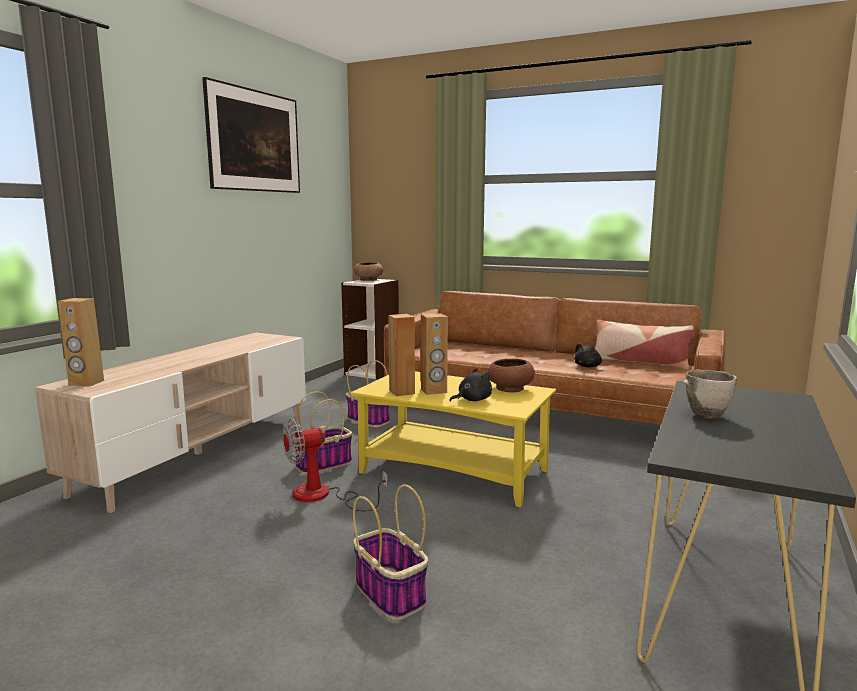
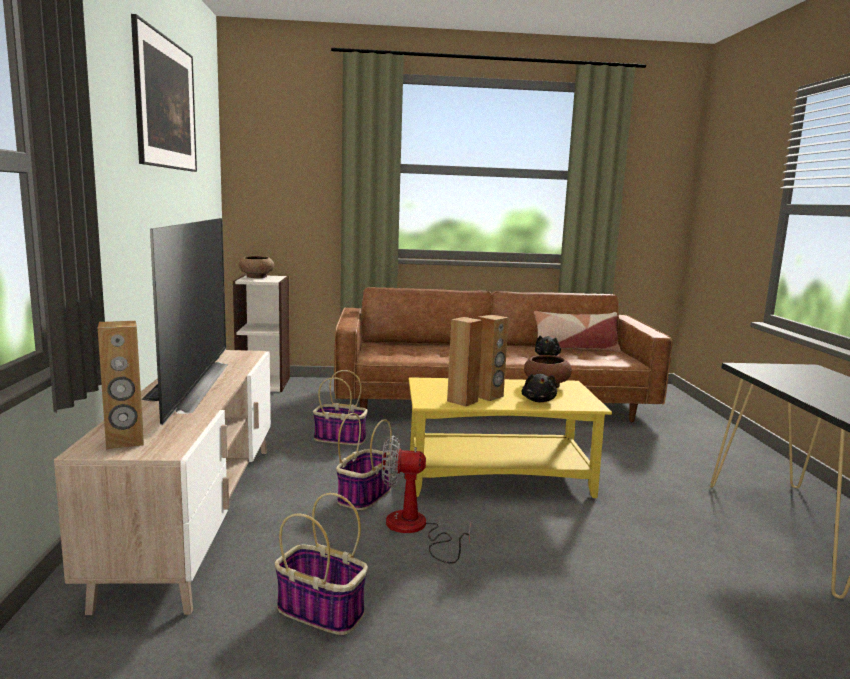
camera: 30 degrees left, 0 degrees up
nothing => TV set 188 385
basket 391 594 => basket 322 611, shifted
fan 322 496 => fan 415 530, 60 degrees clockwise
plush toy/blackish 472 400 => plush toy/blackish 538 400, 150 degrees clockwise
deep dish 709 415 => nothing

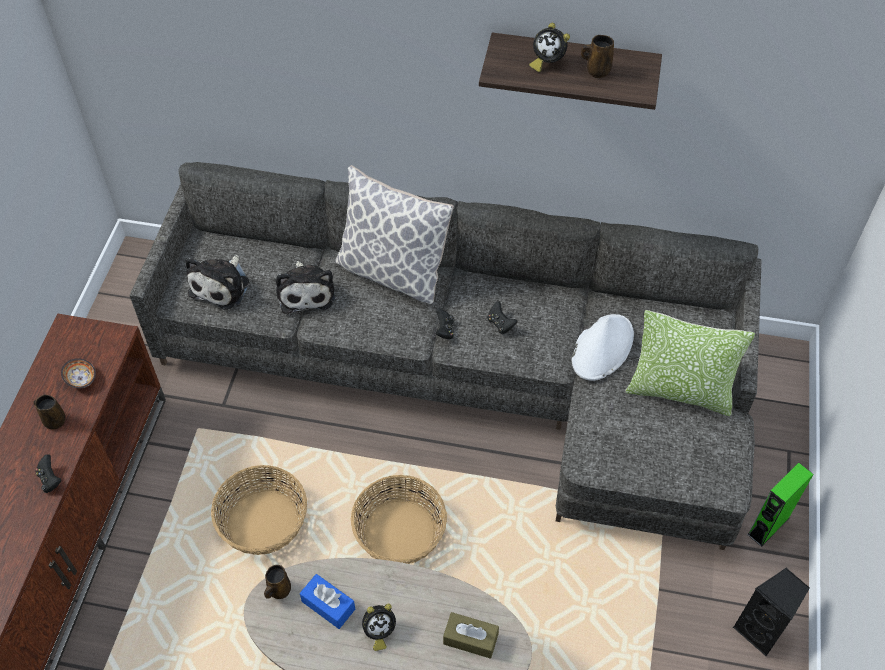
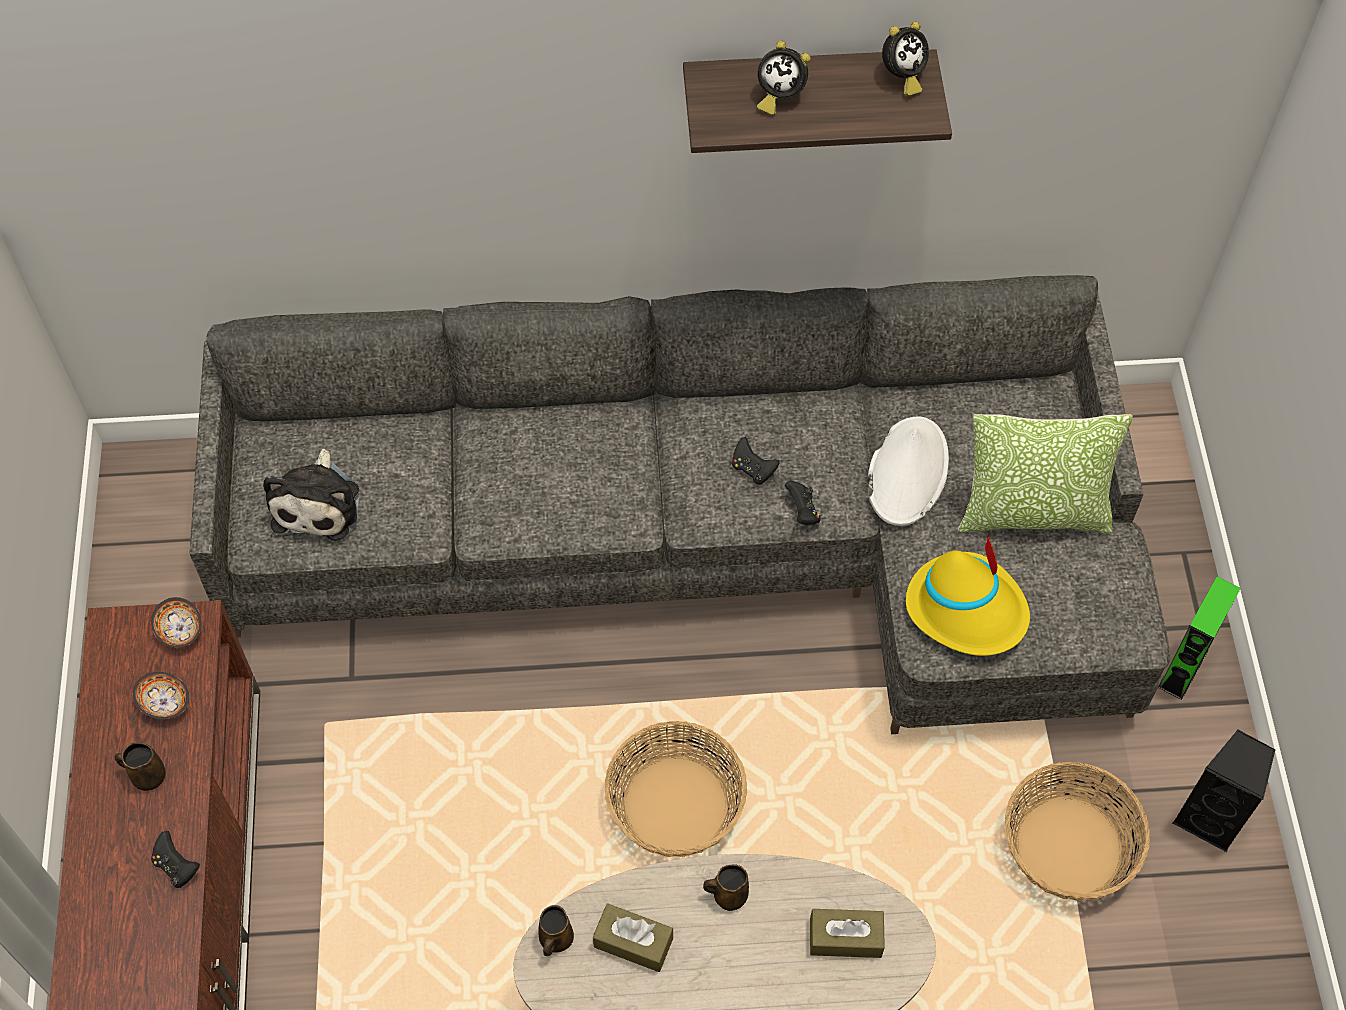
camera: 15 degrees left, 5 degrees up
nothing => deep dish 180 630
tissue holder/bluish 328 605 => tissue holder/brownish 633 942
tea mug/brownish 596 70 => tea mug/brownish 728 895, shifted
joypad/blackish 444 330 => joypad/blackish 803 511, shifted
bedside clock 378 632 => bedside clock 902 77, shifted
nothing => hat/yellow-coloured 967 609
basket 263 521 => basket 1067 846, shifted
plush toy 306 291 => nothing
pillow 392 271 => nothing

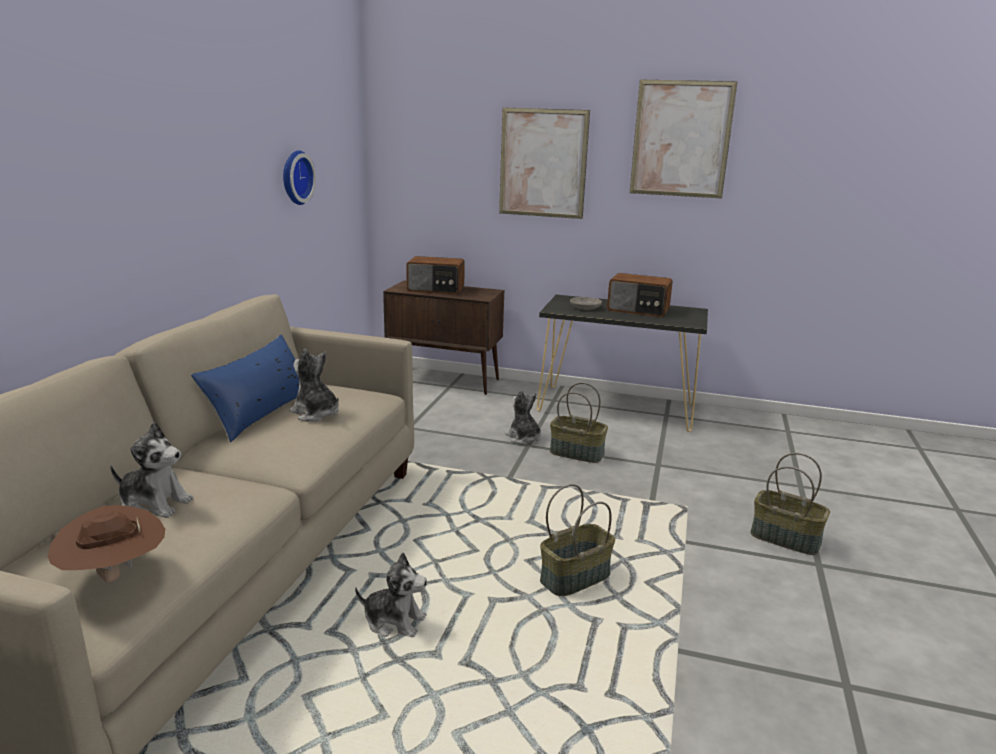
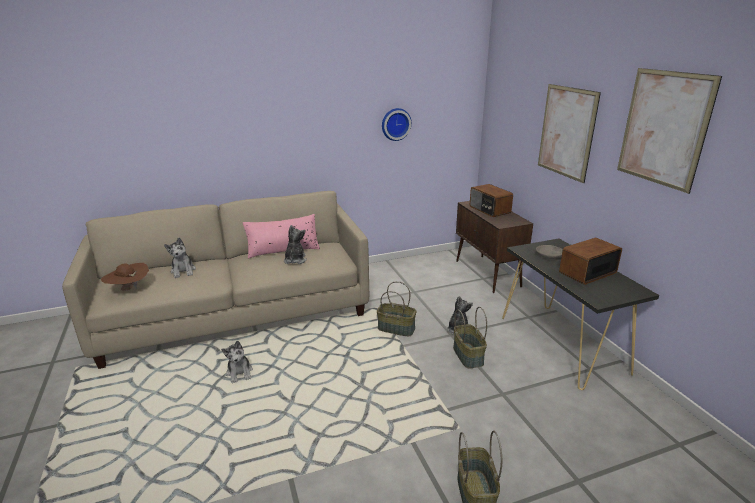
camera: 55 degrees right, 5 degrees up
pillow/bluish 260 412 => pillow/pink 283 250
basket 575 577 => basket 396 328, shifted
radio set 638 310 => radio set 586 272, 75 degrees clockwise

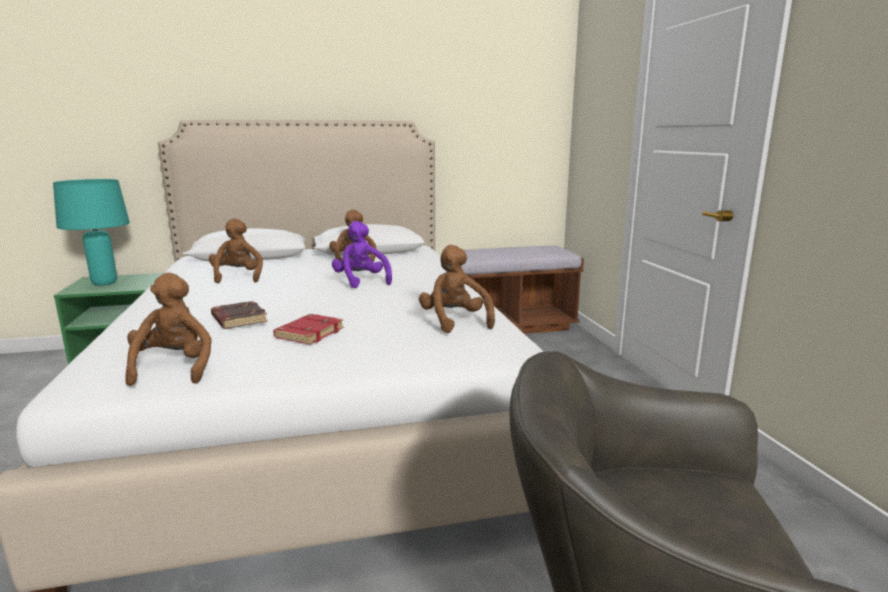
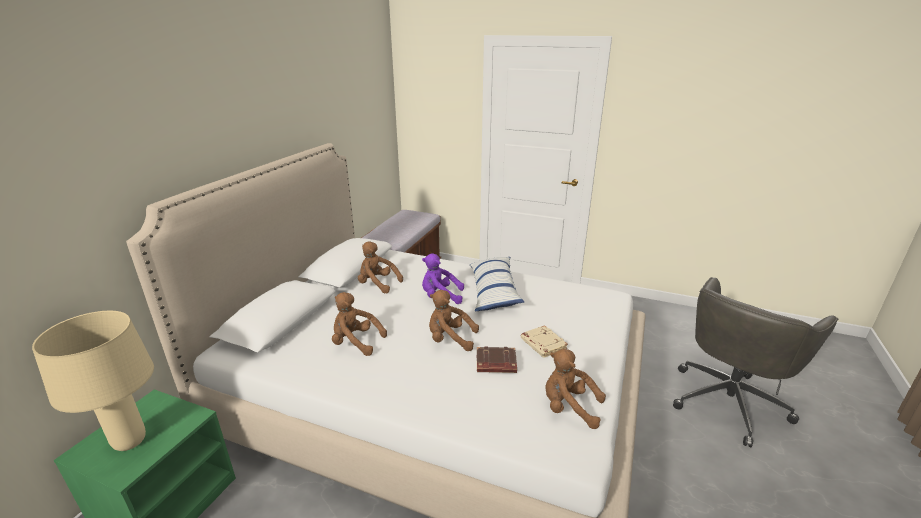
camera: 55 degrees left, 10 degrees up
lamp for a table/turquoise 104 283 => lamp for a table/beige-coloured 129 442
plush toy/brownish 454 322 => plush toy/brownish 450 339, shifted
nothing => pillow 493 291
bound book/reddish 309 333 => bound book/beige-coloured 542 344

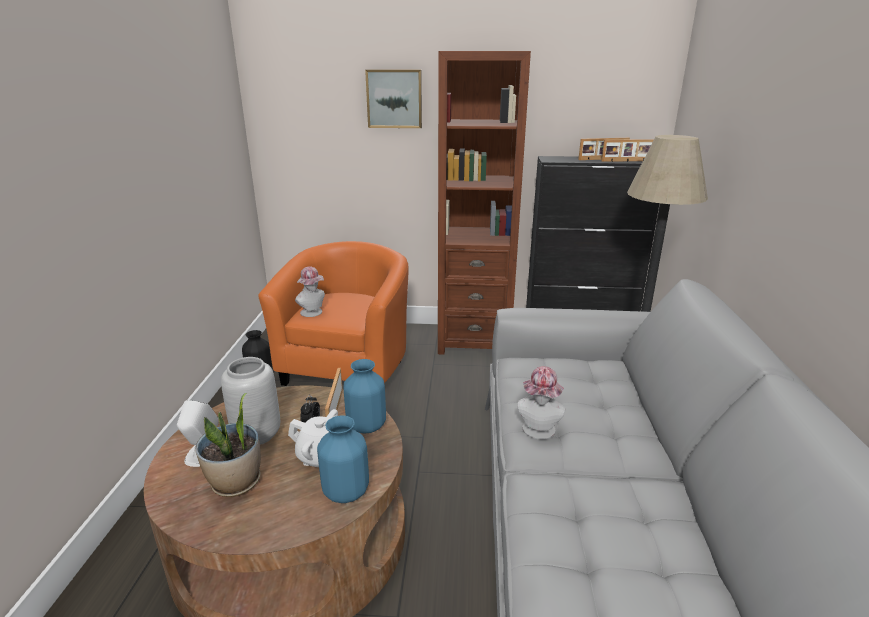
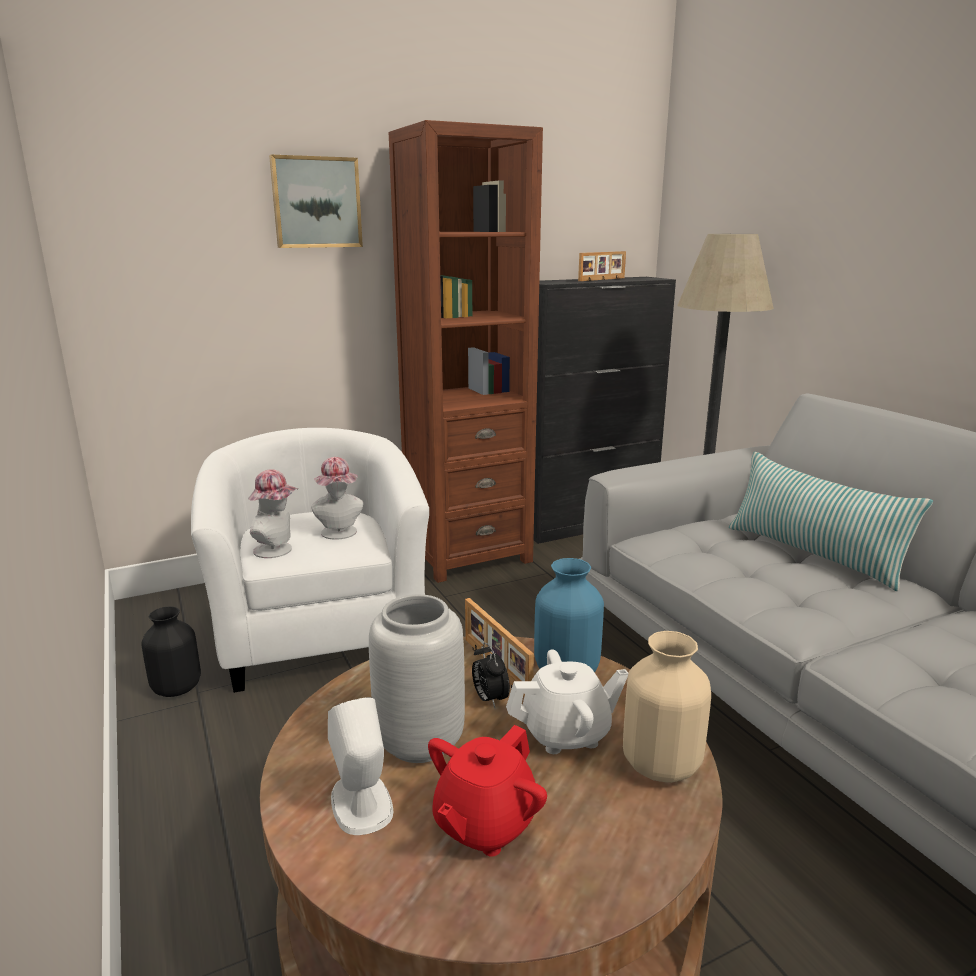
camera: 30 degrees left, 5 degrees down
armchair/orangey 348 366 => armchair/white-coloured 321 632
hat 538 432 => hat 340 534, shifted
potted plant 236 483 => teapot/reddish 484 824
decorative vase/bluish 345 491 => decorative vase/beige-coloured 659 764
nothing => pillow 813 554
standing frame 627 161 => nothing

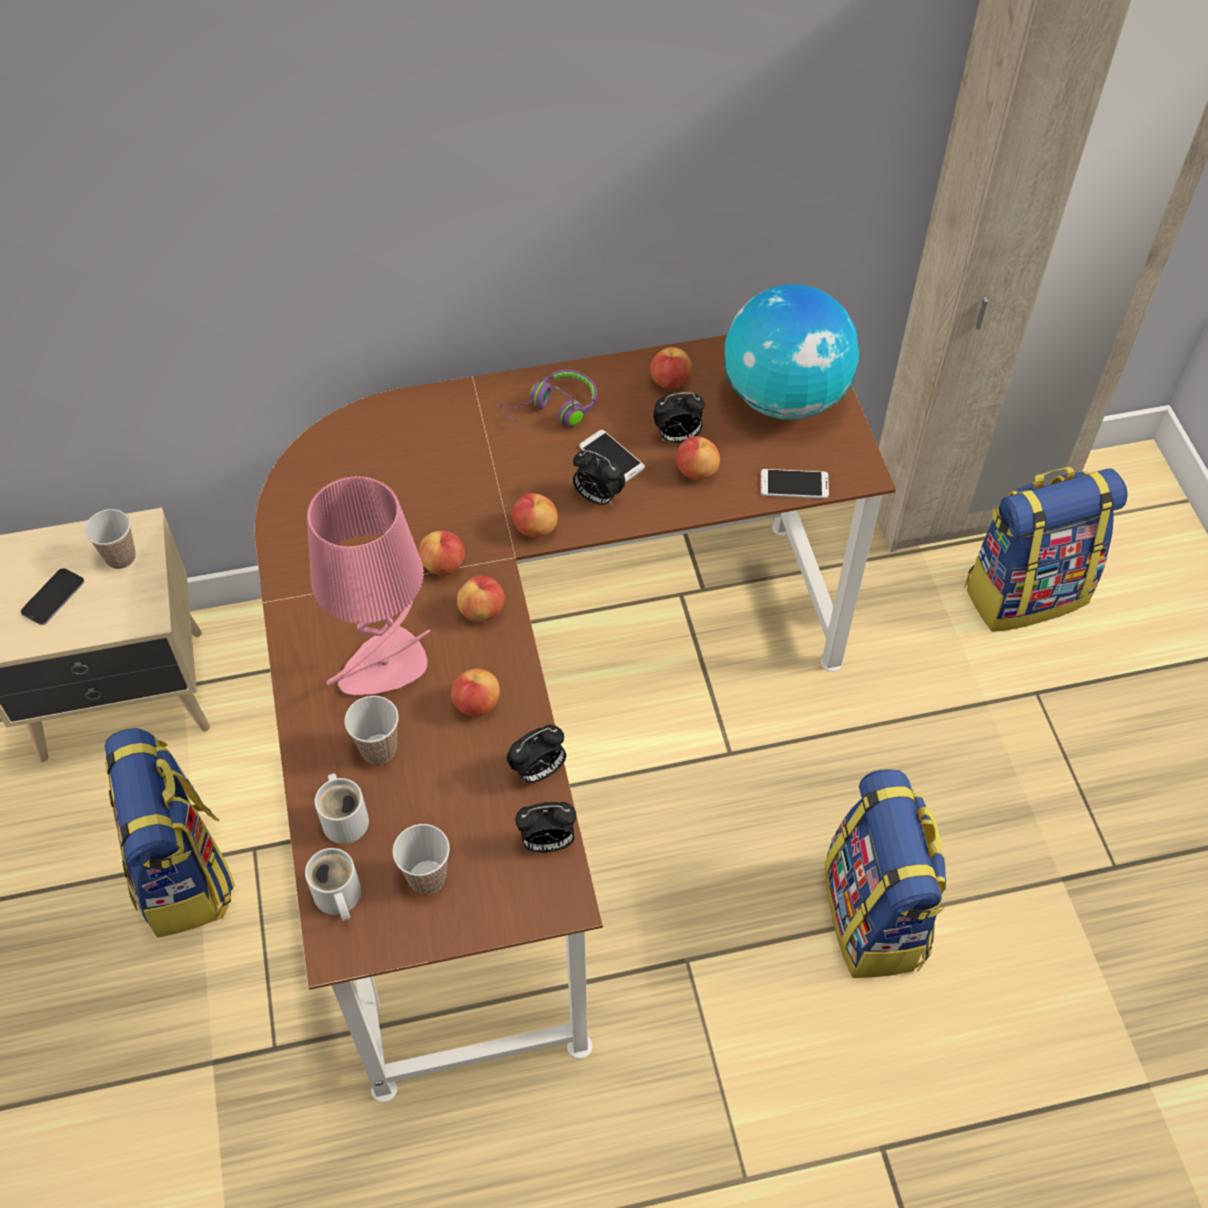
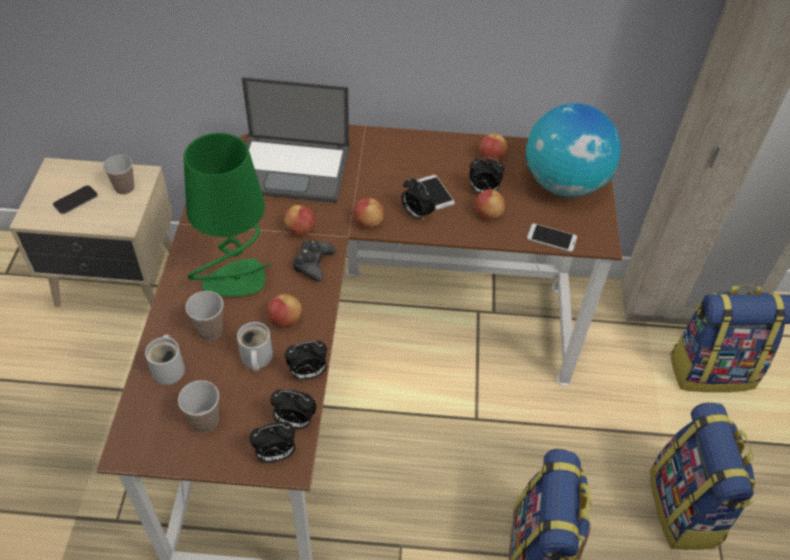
camera: 15 degrees right, 5 degrees down
lamp for a table/pink 383 667 => lamp for a table/green-coloured 235 281
tea mug/white-coloured 337 898 => tea mug/white-coloured 255 358, shifted
nothing => notebook computer 293 169
nothing => bedside clock 275 455
apple 482 611 => joypad/blackish 313 263
backpack 184 873 => backpack 685 508, shifted
pair of headphones/purplish 554 409 => nothing

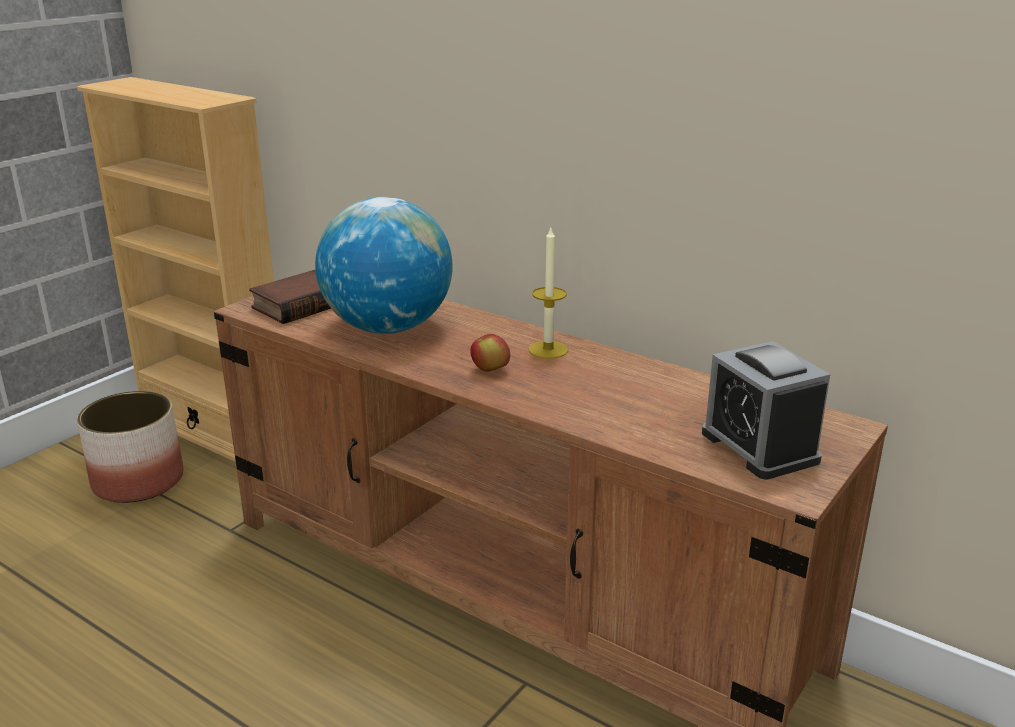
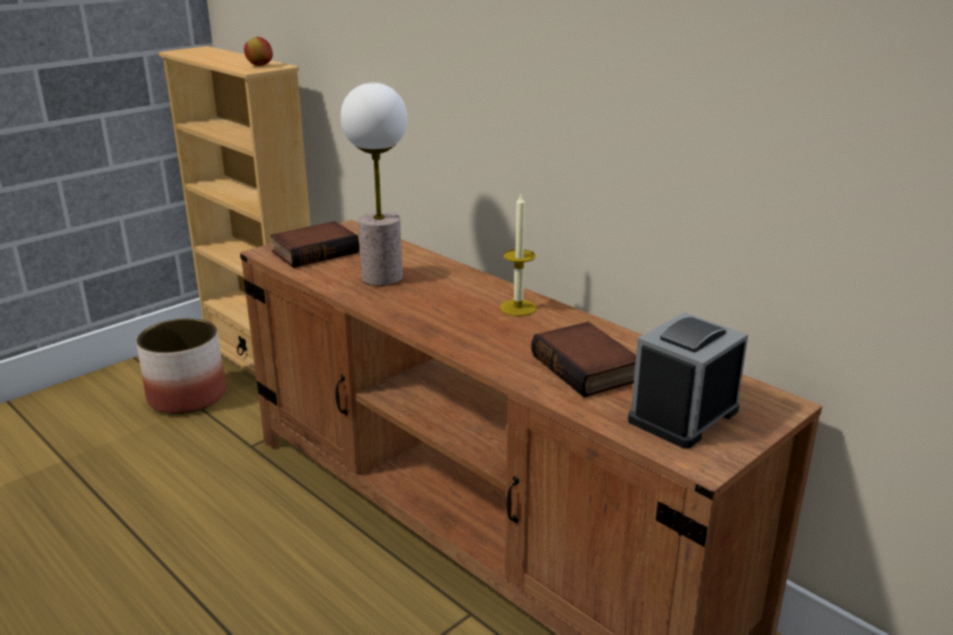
camera: 10 degrees right, 0 degrees up
apple 490 370 => apple 259 65, shifted
globe 387 327 => lamp for a table 382 277
nothing => bound book 588 368
bedside clock 759 447 => bedside clock 683 415, 60 degrees clockwise

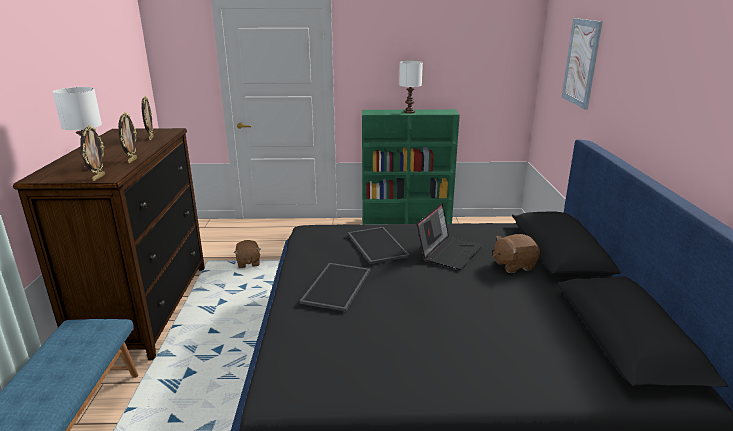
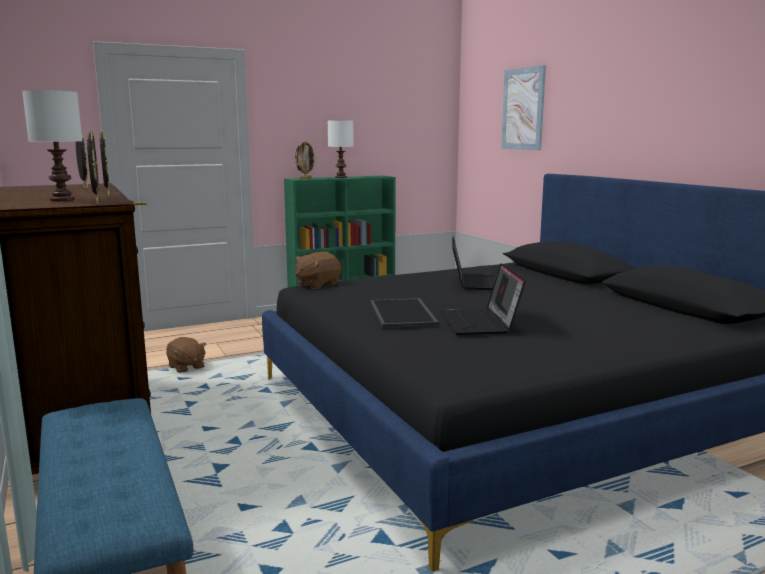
camera: 25 degrees left, 10 degrees down
nothing => standing frame 305 178
plush toy/brownish 513 265 => plush toy/brownish 317 285, shifted
nothing => notebook computer 480 323
serving tray 375 245 => nothing

